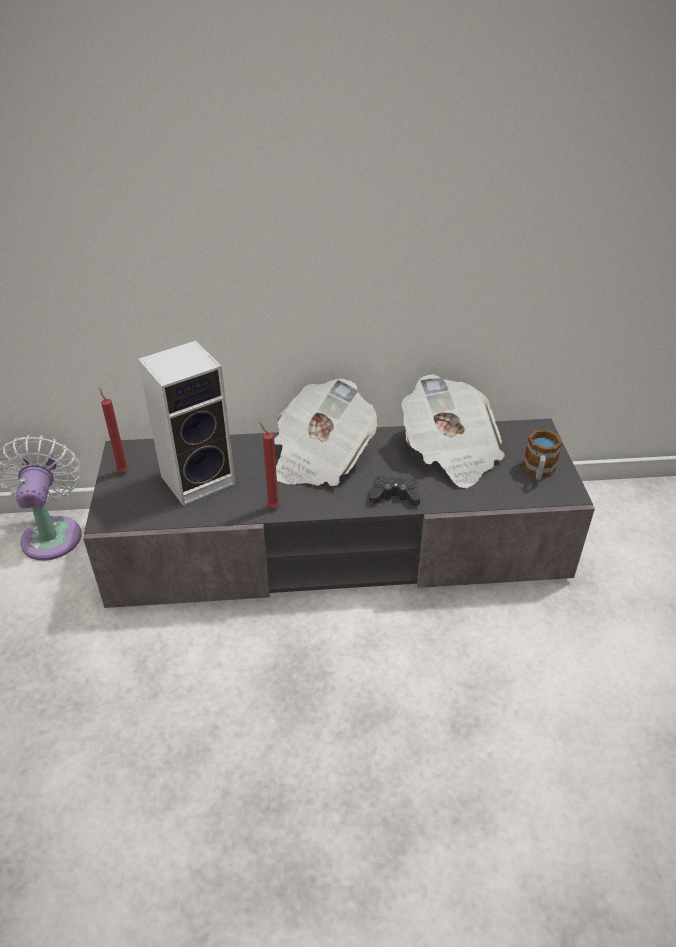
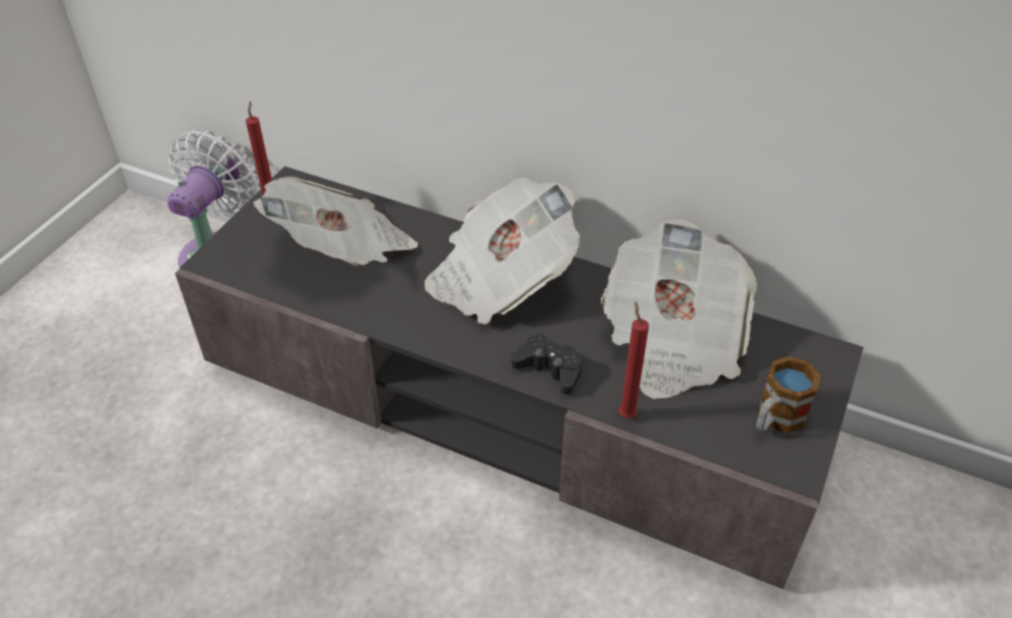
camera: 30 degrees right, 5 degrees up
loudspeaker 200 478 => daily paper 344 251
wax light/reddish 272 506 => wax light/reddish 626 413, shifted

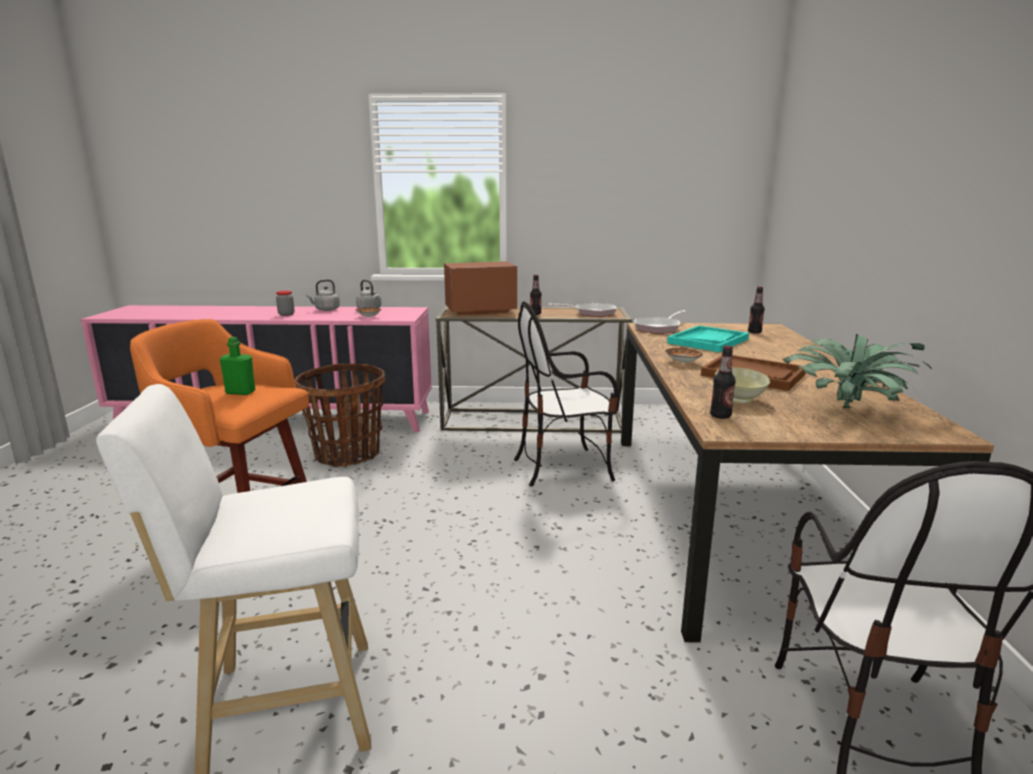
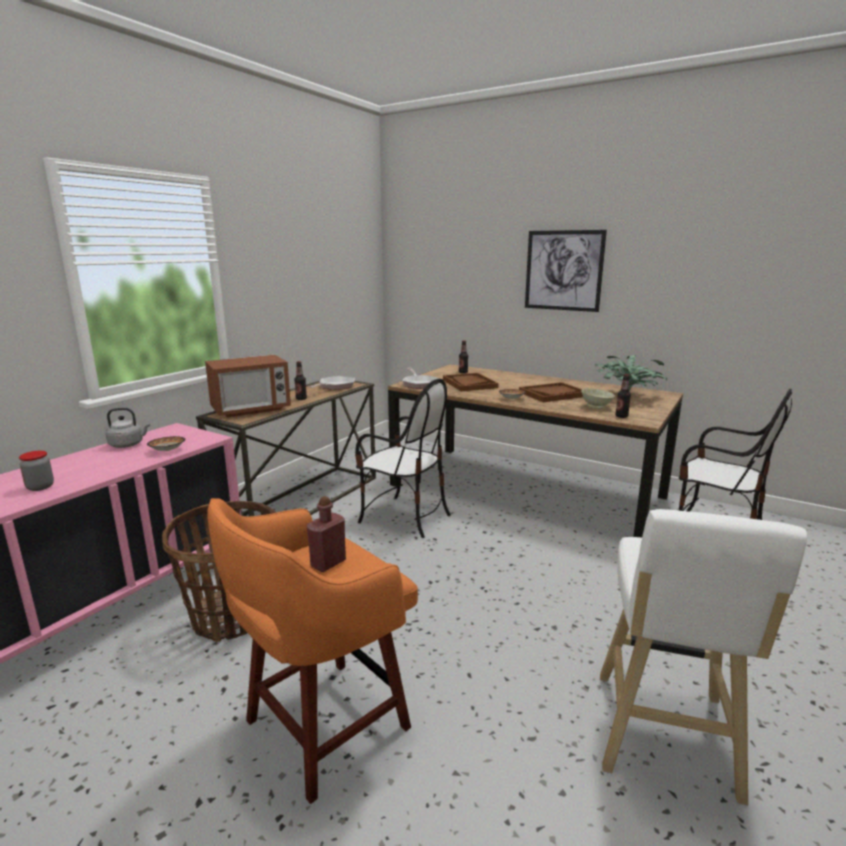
camera: 60 degrees left, 0 degrees up
microwave 480 311 => microwave 251 410, 135 degrees counterclockwise
beverage bottle/green-coloured 240 392 => beverage bottle/reddish 328 563
plain chair 563 468 => plain chair 404 517, 75 degrees counterclockwise
serving tray/turquoise 708 341 => serving tray/brownish 469 384
nothing => wall art 563 270
kettle/grey 326 310 => nothing

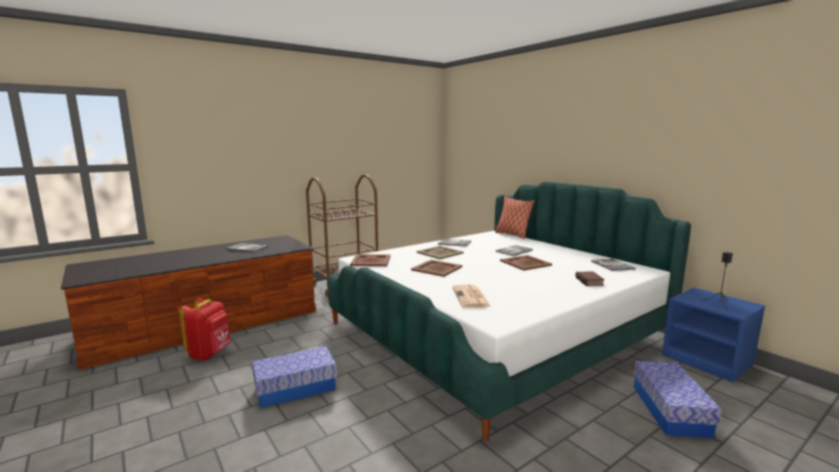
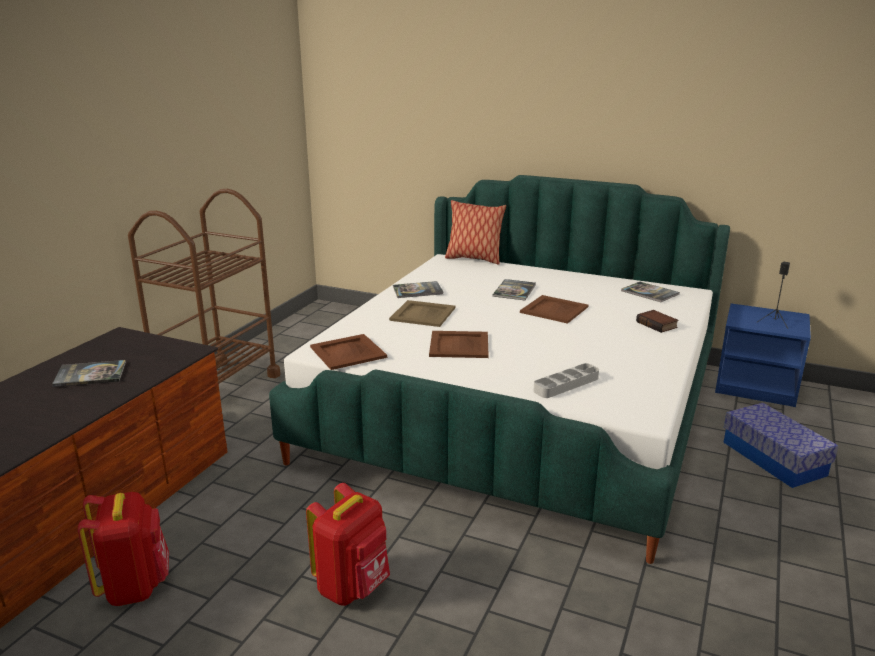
camera: 30 degrees left, 10 degrees up
storage container 295 388 => backpack/reddish 353 587
daily paper 471 297 => serving tray/grey 566 384

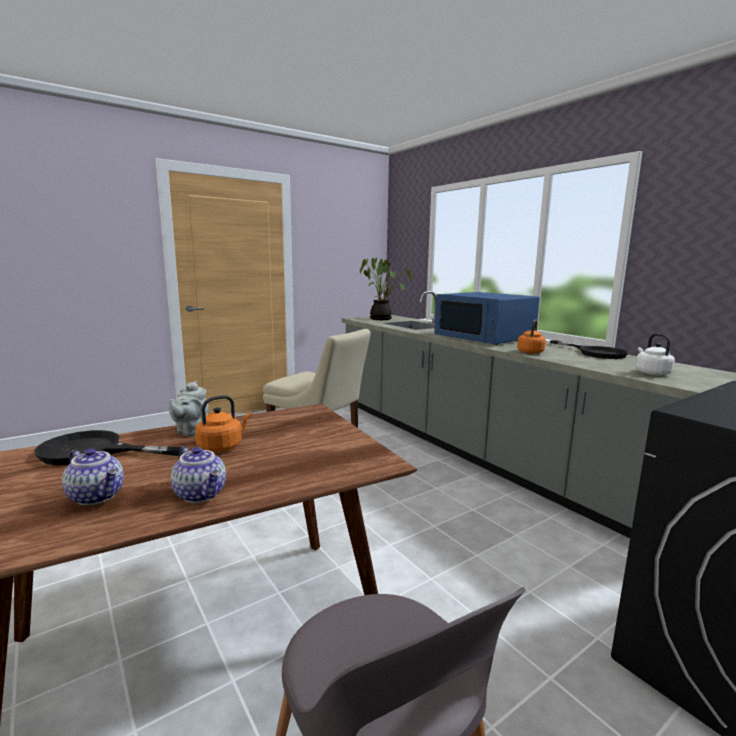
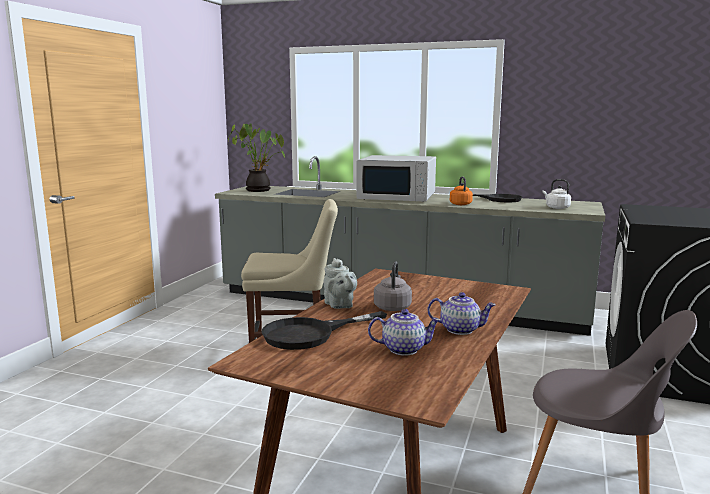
camera: 35 degrees left, 0 degrees up
microwave/bluish 484 337 => microwave/white-coloured 398 197
kettle/orangey 222 446 => kettle/grey 392 307

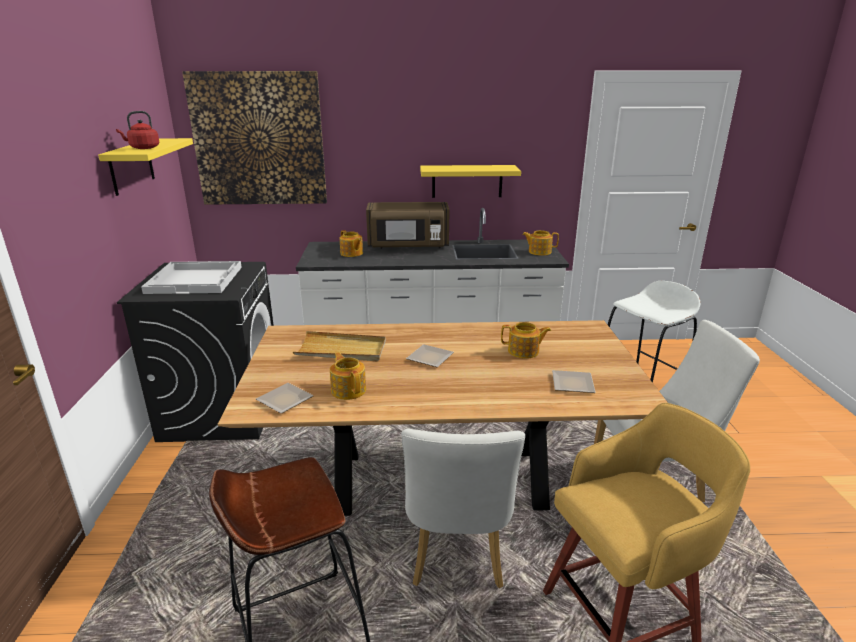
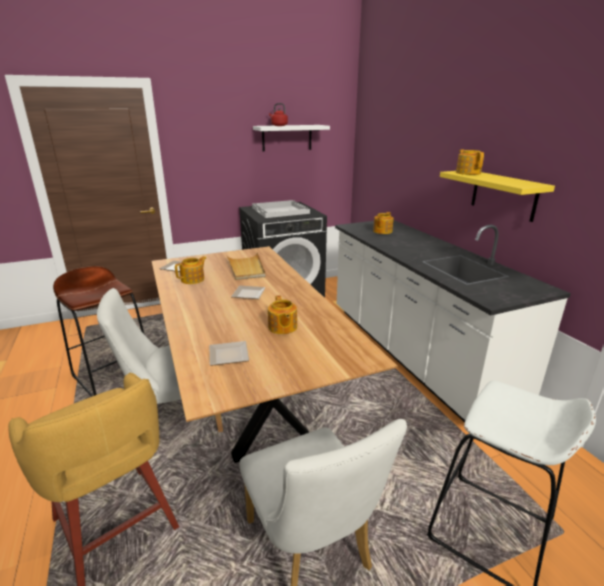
camera: 70 degrees right, 0 degrees up
wall shelf/yellow-coloured 131 166 => wall shelf/white-coloured 287 138
teapot 539 252 => teapot 468 173, shifted
wall art 259 140 => nothing
microwave/brownish 408 246 => nothing

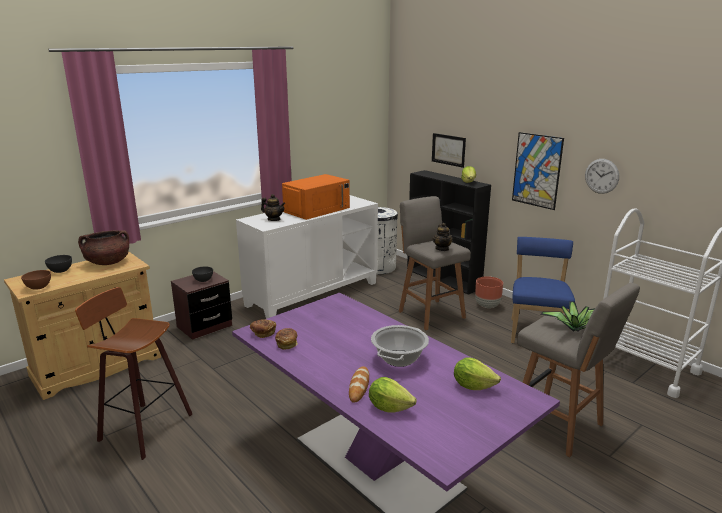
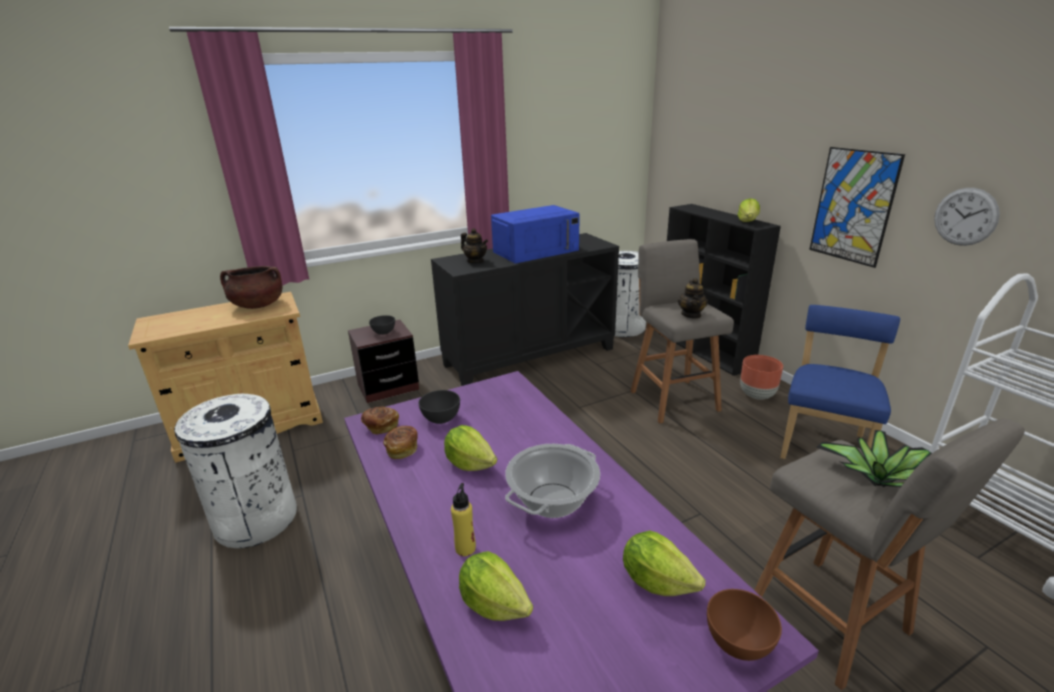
camera: 15 degrees right, 5 degrees up
stool seat 142 428 => waste bin/white-coloured 256 520
deep dish/grey 61 271 => deep dish/grey 441 419, shifted
cupboard/white-coloured 312 294 => cupboard/blackish 529 356
nothing => lettuce head 470 463
baked bread 359 386 => beverage bottle/yellow-coloured 465 548
microwave/orangey 317 209 => microwave/bluish 536 251
deep dish/brownish 38 287 => deep dish/brownish 737 642, shifted
wall art 448 150 => nothing

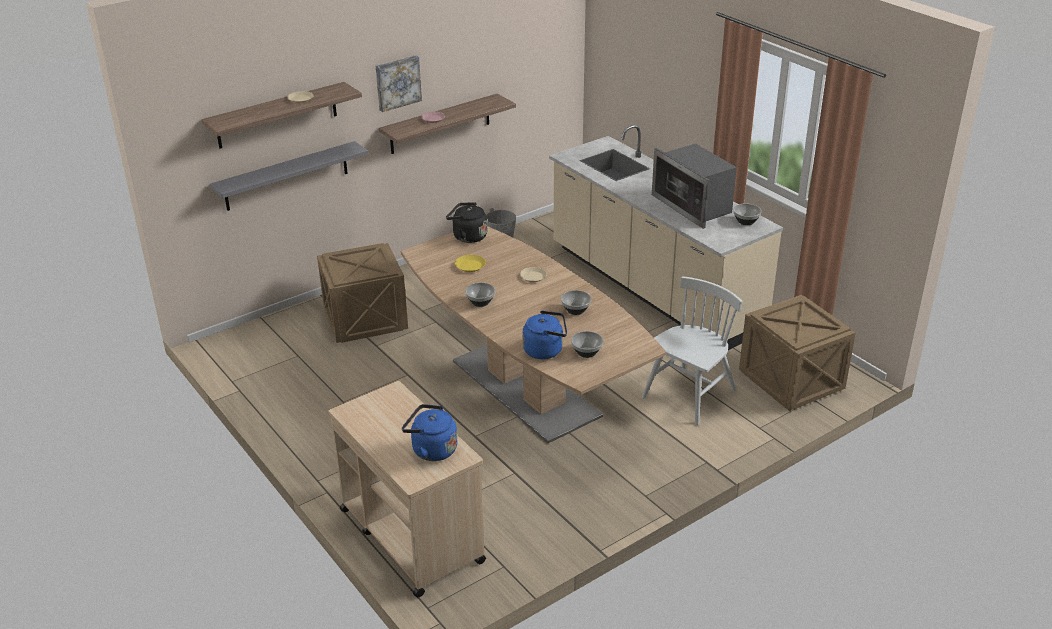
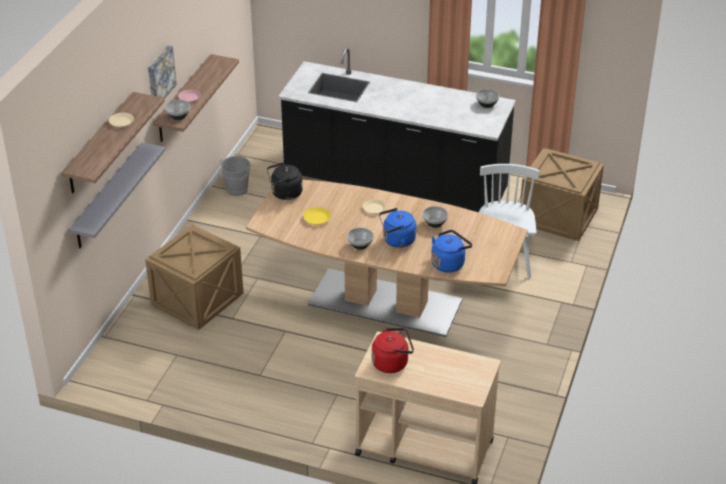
camera: 35 degrees left, 5 degrees up
deep dish 586 353 => deep dish 178 116, shifted
counter/beige-coloured 653 289 => counter/blackish 395 182
nothing => kettle/reddish 392 362
kettle/bluish 431 450 => kettle/bluish 397 241, shifted
microwave 693 205 => nothing

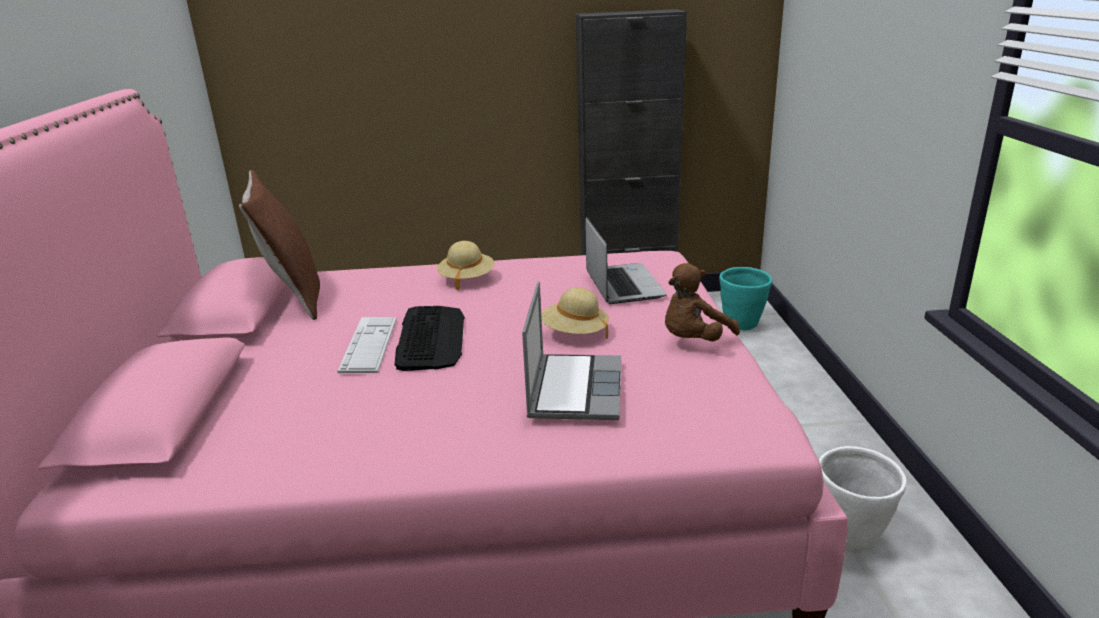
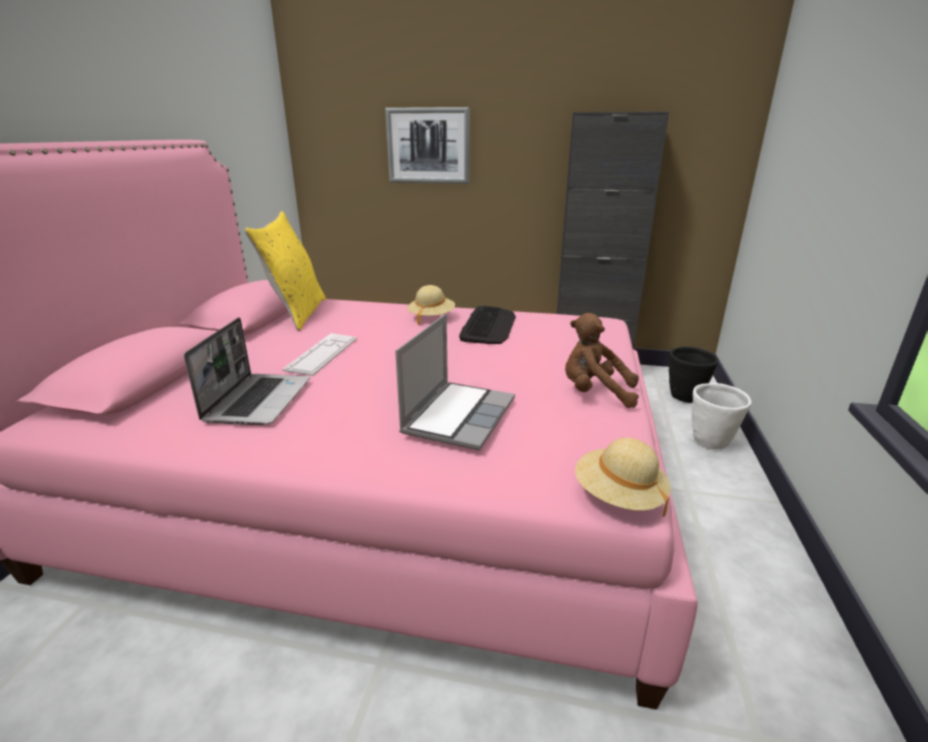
camera: 15 degrees right, 0 degrees up
notebook computer 622 285 => notebook computer 258 400, shifted
pillow/brownish 293 298 => pillow/yellow-coloured 296 314
nothing => wall art 428 146
PC keyboard 431 338 => PC keyboard 488 326, shifted
plush toy/brownish 694 341 => plush toy/brownish 595 393, 45 degrees clockwise
hat/beige-coloured 575 333 => hat/beige-coloured 618 496, shifted
plant pot/turquoise 742 325 => plant pot/blackish 685 398
plant pot/white-coloured 850 539 => plant pot/white-coloured 710 443, shifted

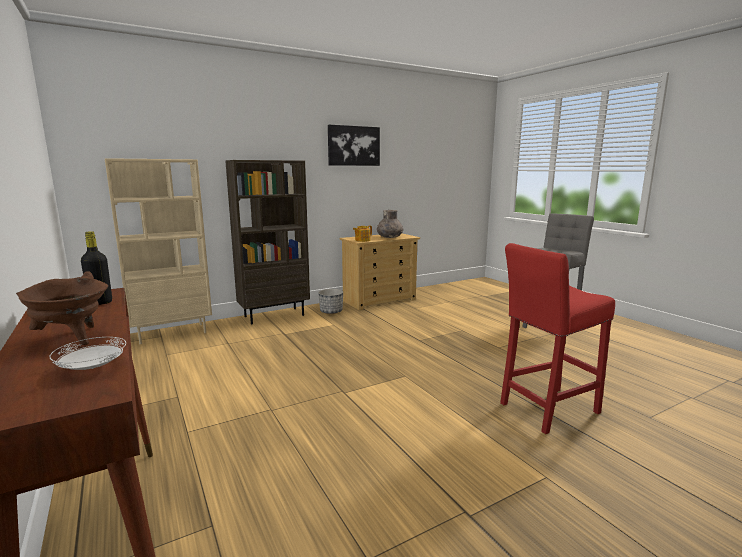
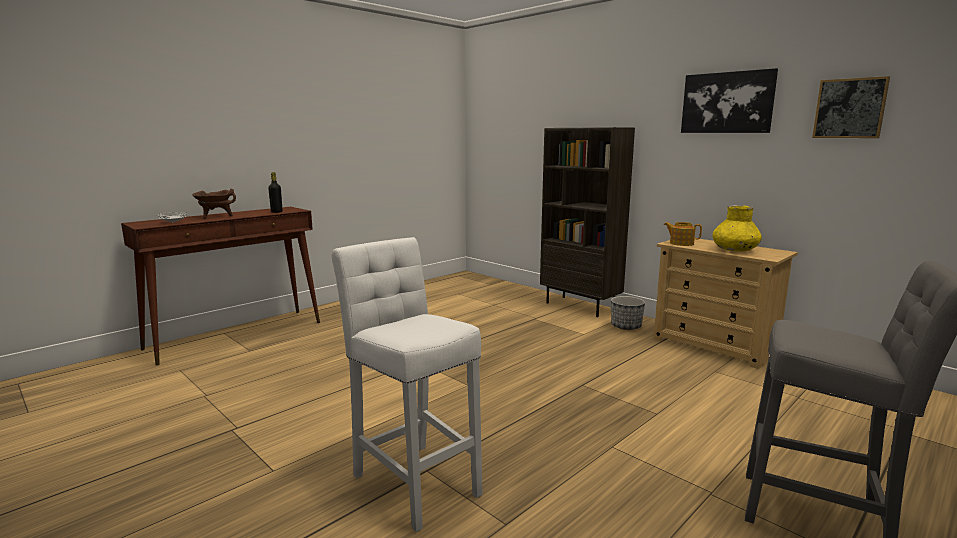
camera: 75 degrees right, 0 degrees up
stool seat/reddish 545 410 => stool seat/white-coloured 413 480
decorative vase/grey 390 237 => decorative vase/yellow-coloured 734 250
nothing => wall art 849 108
bookcase/beige-coloured 173 333 => nothing

